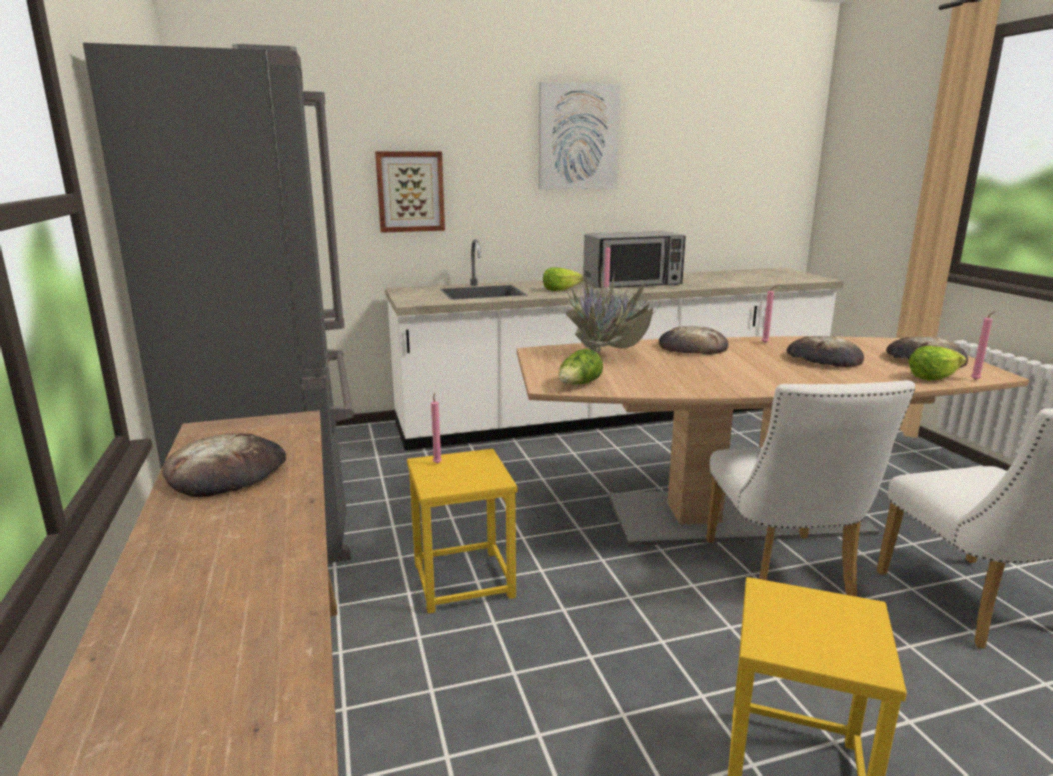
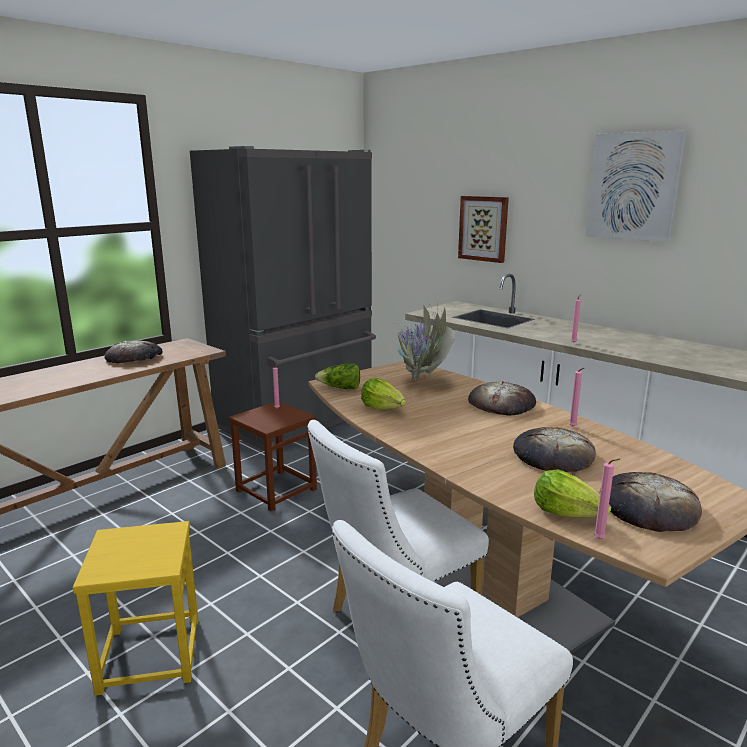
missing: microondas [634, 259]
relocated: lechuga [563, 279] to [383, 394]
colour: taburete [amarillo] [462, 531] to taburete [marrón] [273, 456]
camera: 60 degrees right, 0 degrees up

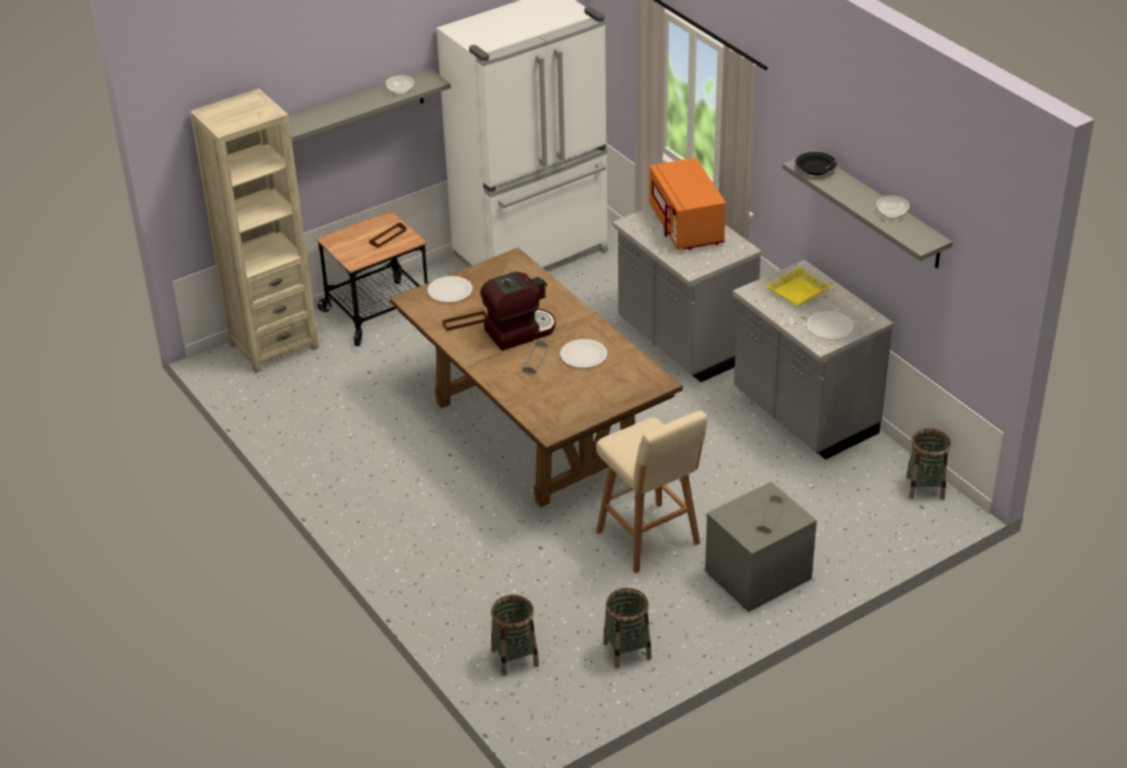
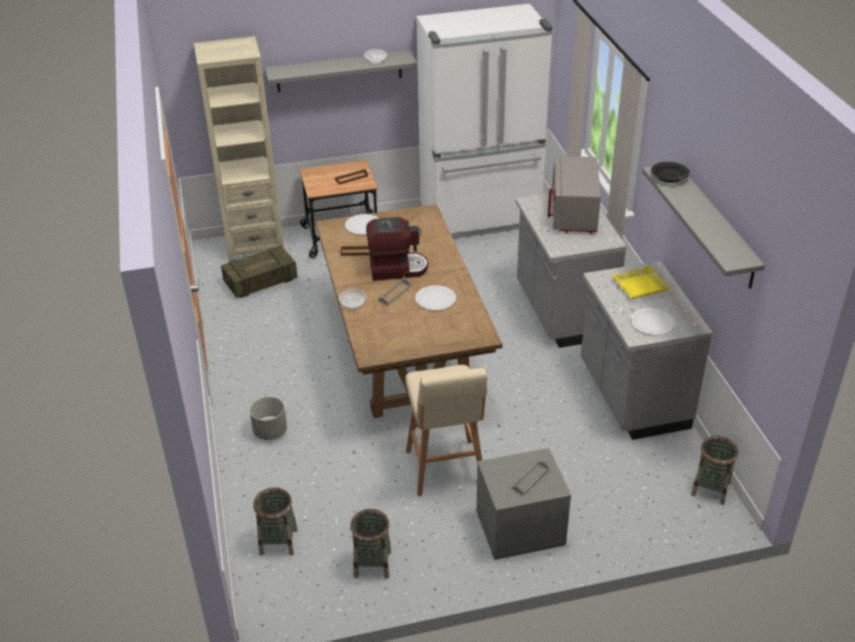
appeared: caja de embalaje [259, 272]; maceta [gris] [268, 418]
relocated: cuenco [893, 207] to [352, 299]
colour: microondas [naranja] [687, 204] to microondas [gris] [574, 195]
camera: 20 degrees right, 0 degrees up

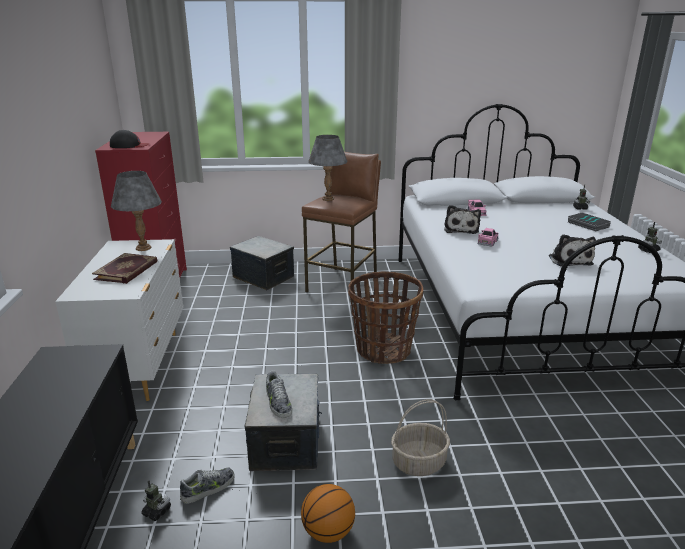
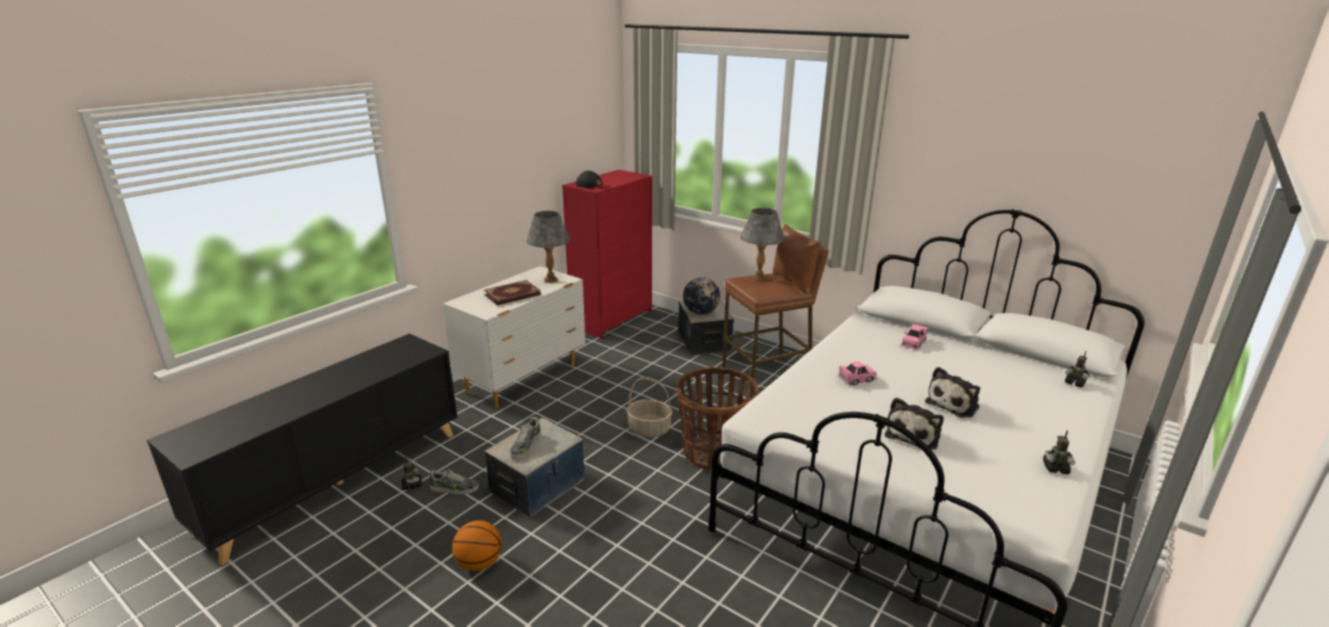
missing: libro [589, 222]
appeared: globo terráqueo [701, 296]
relocated: cesta [420, 437] to [649, 407]; peluche [462, 219] to [952, 392]
camera: 40 degrees right, 0 degrees up

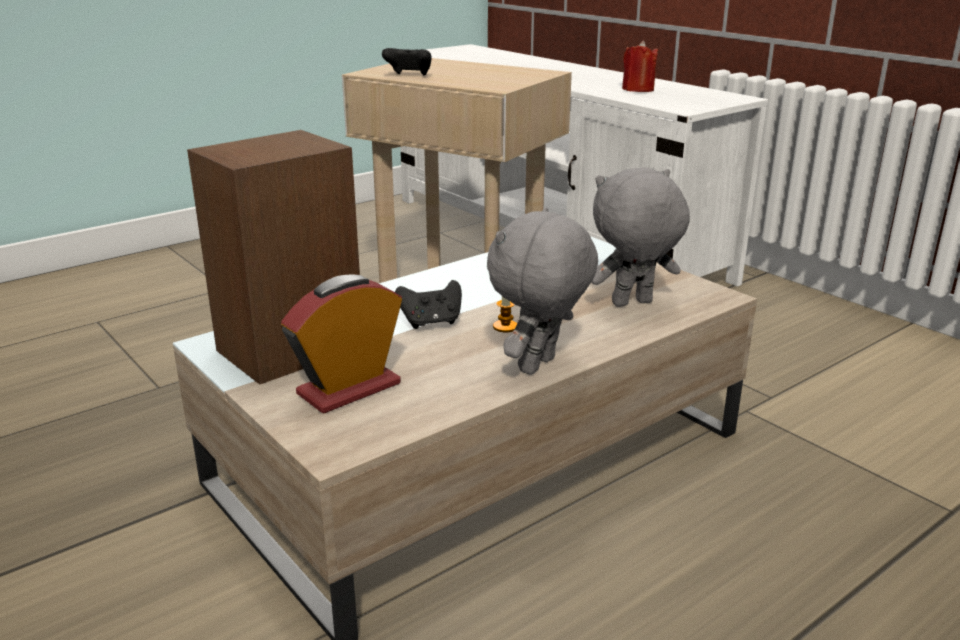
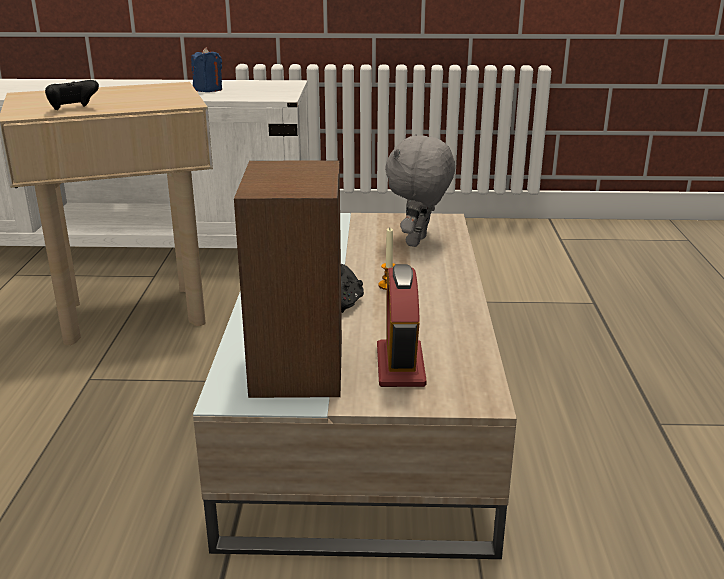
missing: peluche [gris] [542, 291]
colour: vela [rojo] [640, 66] to vela [azul] [206, 69]
camera: 50 degrees left, 0 degrees up

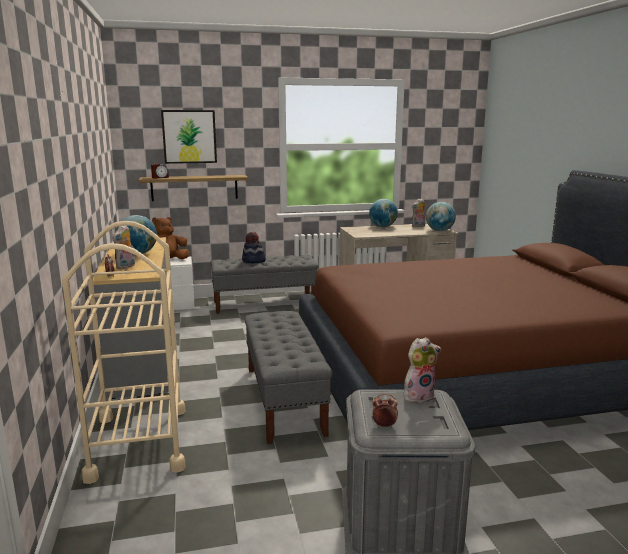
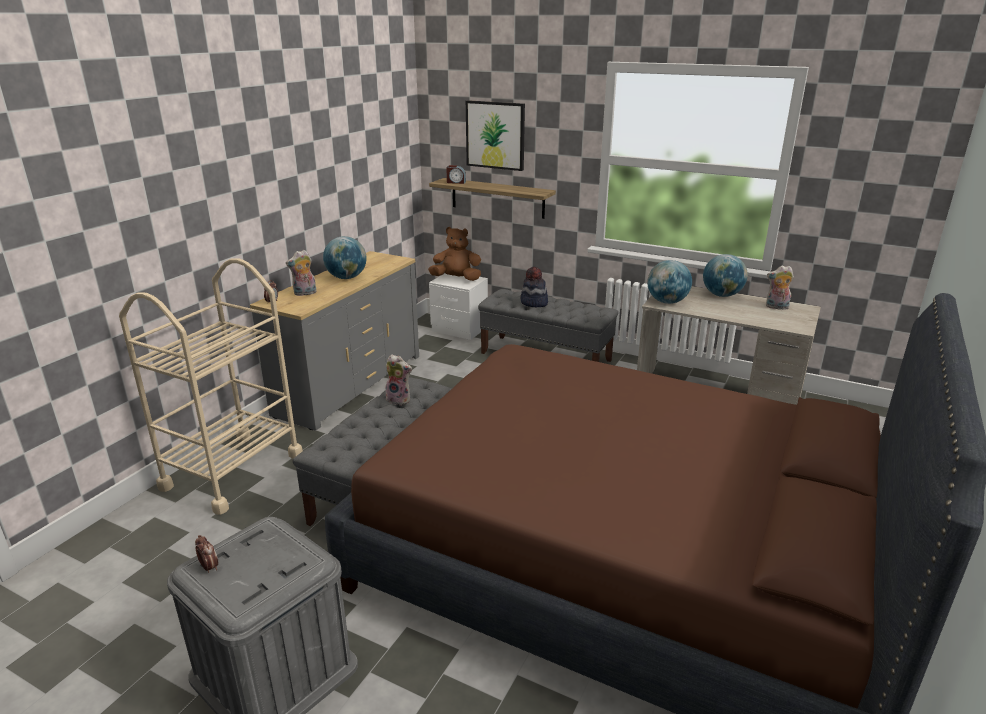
relocated: peluche [422, 370] to [399, 379]; globo terráqueo [441, 216] to [669, 282]
camera: 40 degrees right, 10 degrees up

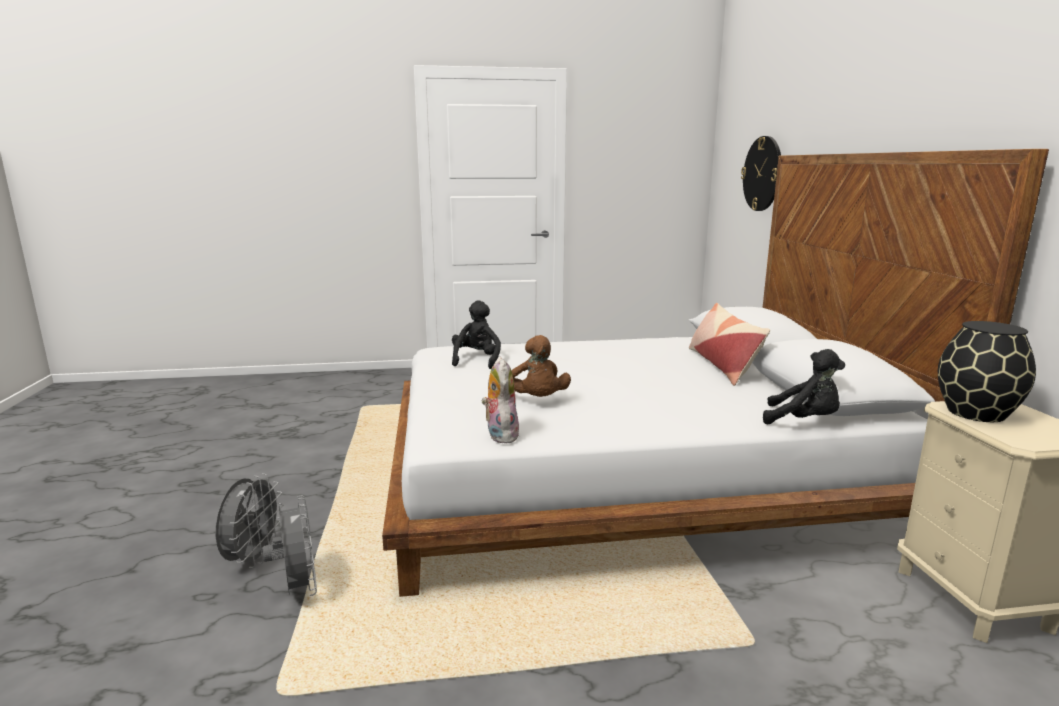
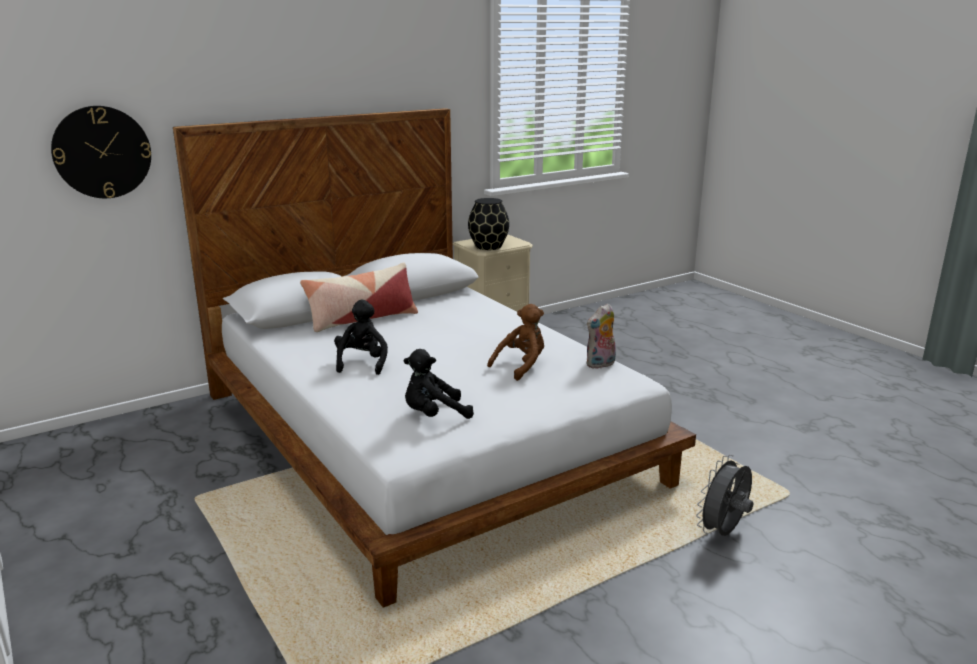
missing: ventilador [gris] [250, 521]
relocated: peluche [negro] [804, 386] to [361, 337]
camera: 115 degrees left, 5 degrees up

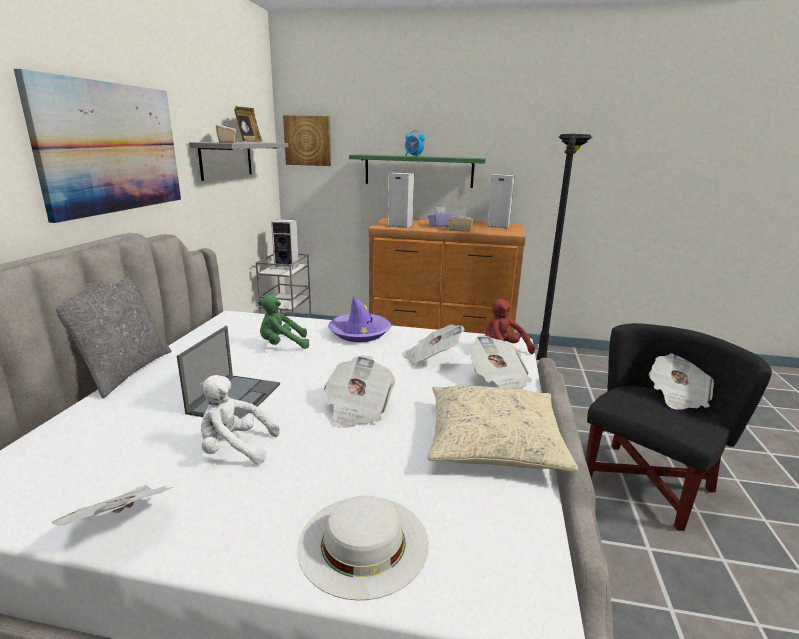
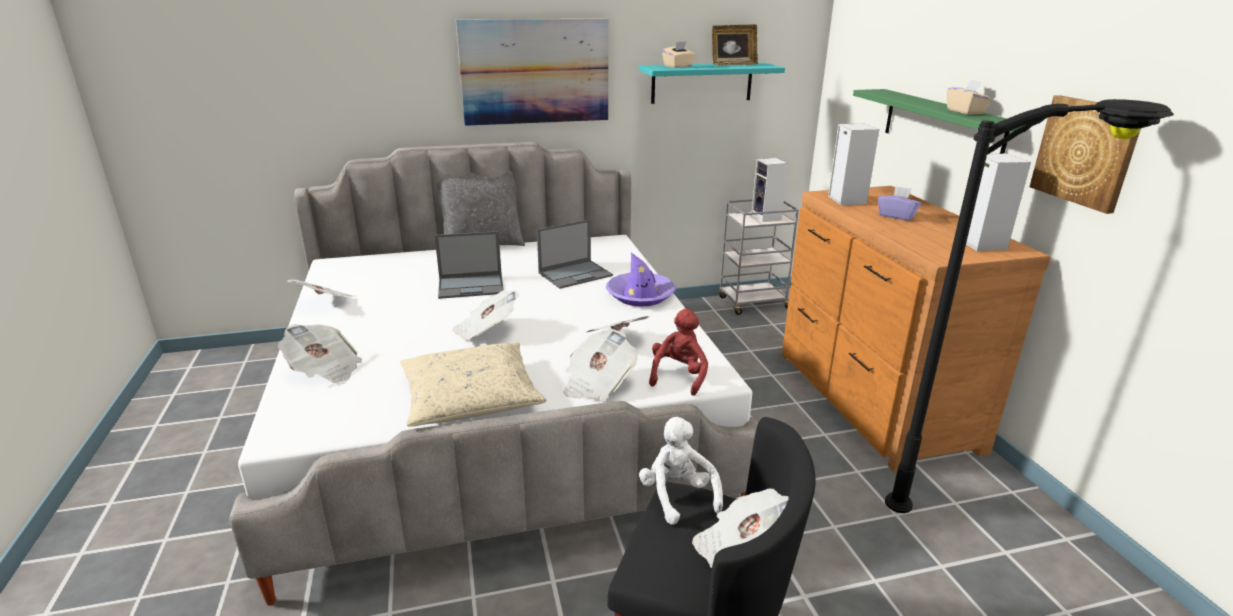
missing: despertador [415, 143]
relocated: peluche [blanco] [240, 419] to [681, 471]; cuadro [307, 140] to [1085, 154]; caja de pañuelos [beis] [460, 221] to [969, 97]
exchanged: peluche [verde] [283, 322] to portátil [575, 254]; sombrero [blanco] [363, 548] to periódico [320, 354]
colour: estante [gris] [238, 161] to estante [turquesa] [712, 83]
camera: 65 degrees right, 5 degrees up

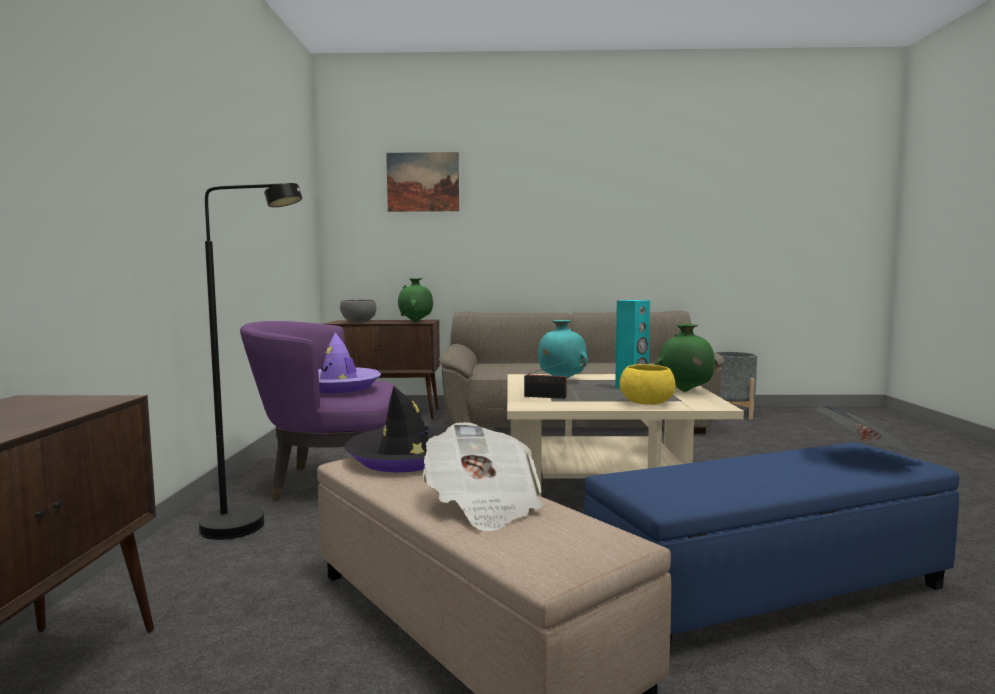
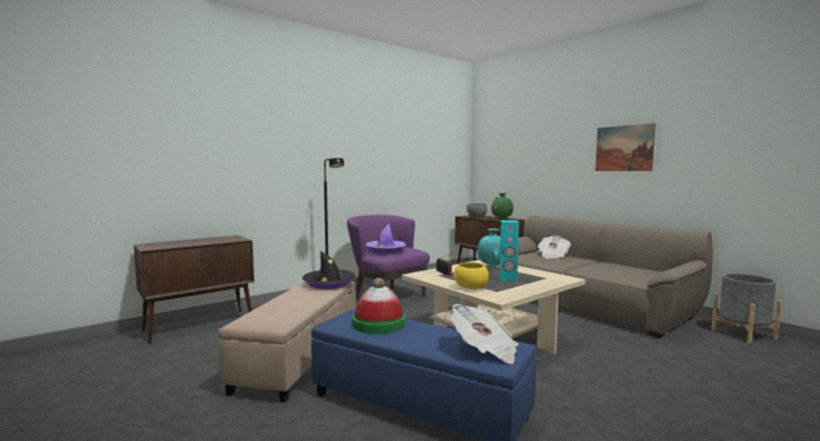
missing: florero [verde] [686, 358]
appeared: sombrero [379, 306]
relocated: cuadro [422, 182] to [625, 147]; periódico [482, 477] to [554, 247]
camera: 50 degrees right, 0 degrees up

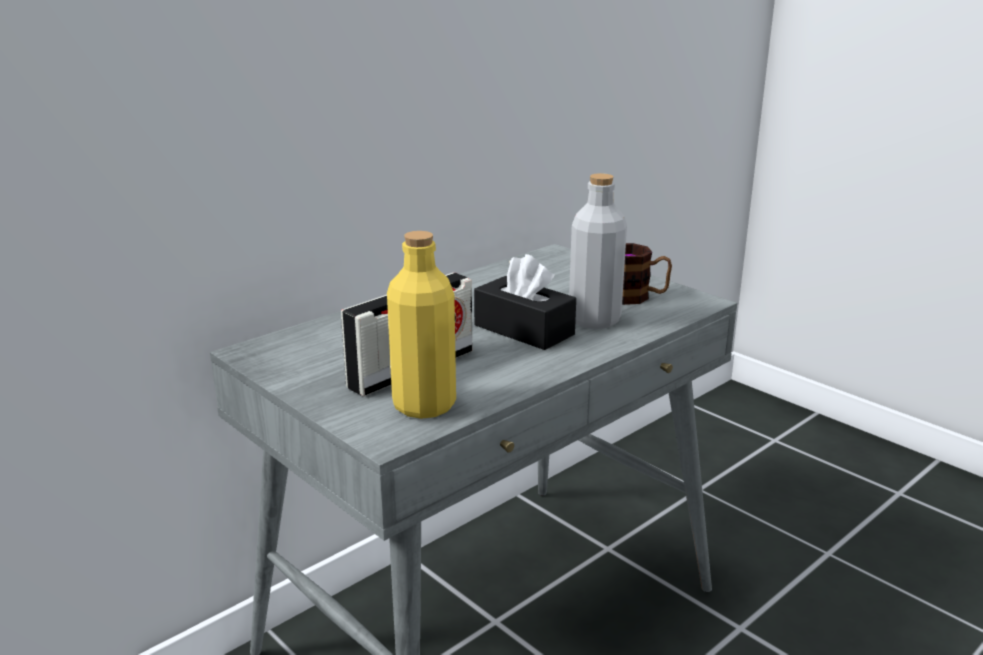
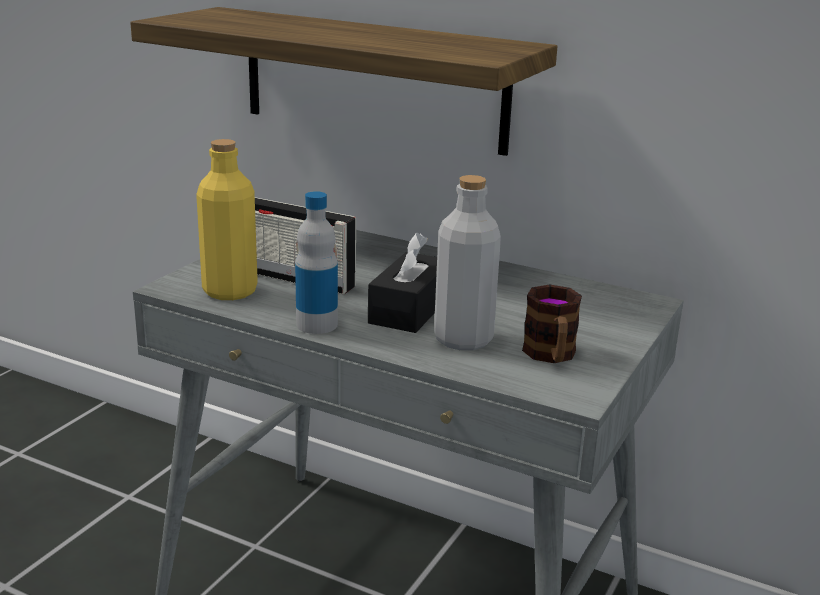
appeared: estante [344, 81]; botella [316, 262]
camera: 70 degrees right, 0 degrees up

